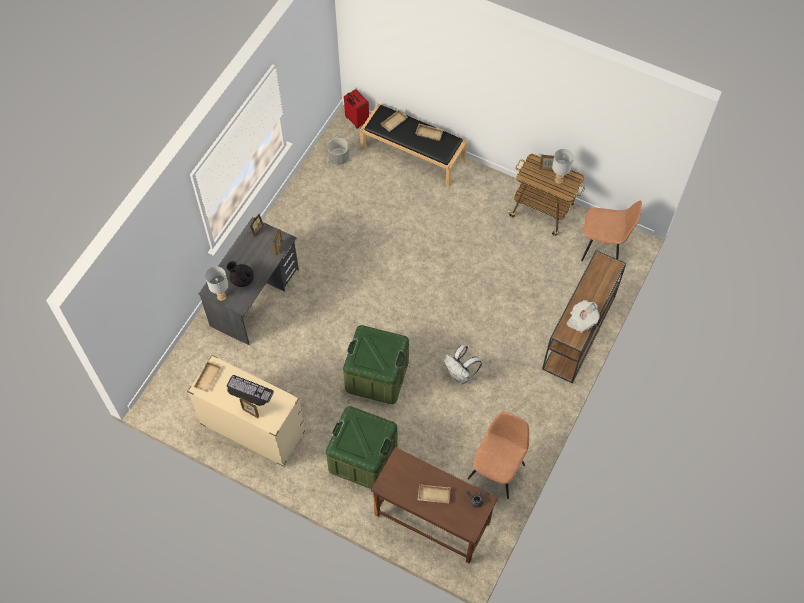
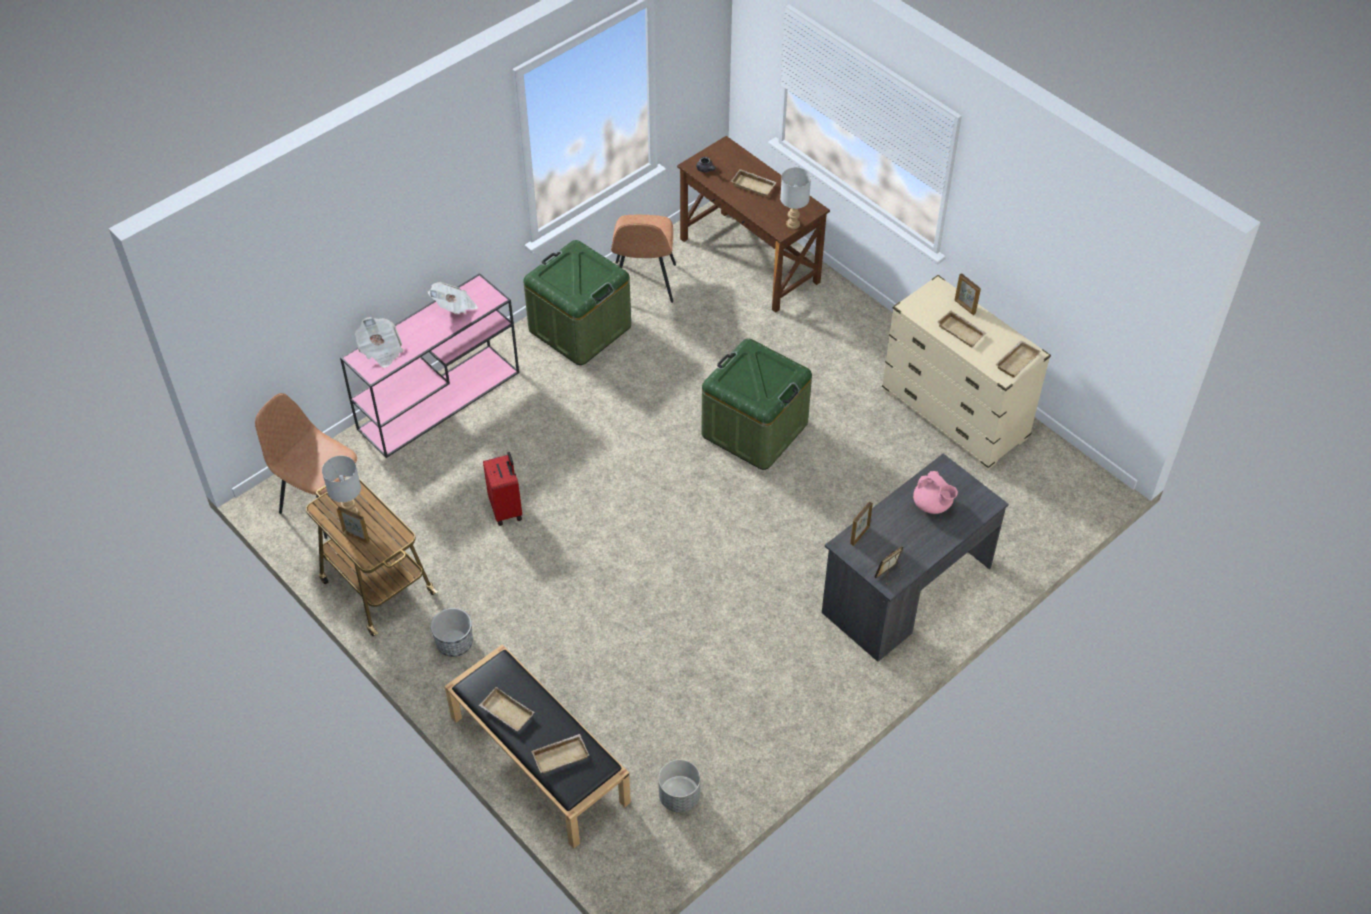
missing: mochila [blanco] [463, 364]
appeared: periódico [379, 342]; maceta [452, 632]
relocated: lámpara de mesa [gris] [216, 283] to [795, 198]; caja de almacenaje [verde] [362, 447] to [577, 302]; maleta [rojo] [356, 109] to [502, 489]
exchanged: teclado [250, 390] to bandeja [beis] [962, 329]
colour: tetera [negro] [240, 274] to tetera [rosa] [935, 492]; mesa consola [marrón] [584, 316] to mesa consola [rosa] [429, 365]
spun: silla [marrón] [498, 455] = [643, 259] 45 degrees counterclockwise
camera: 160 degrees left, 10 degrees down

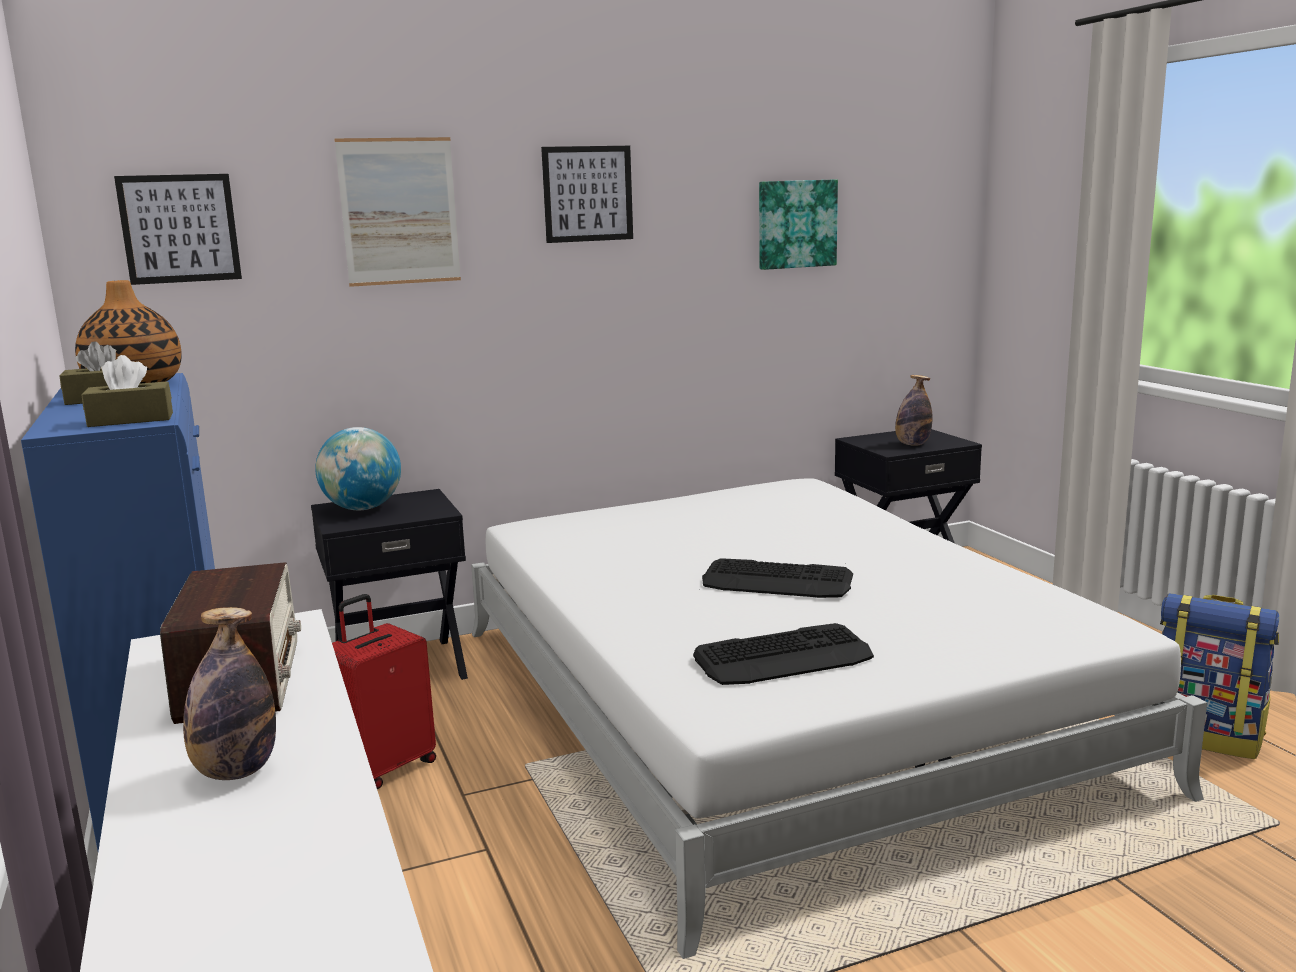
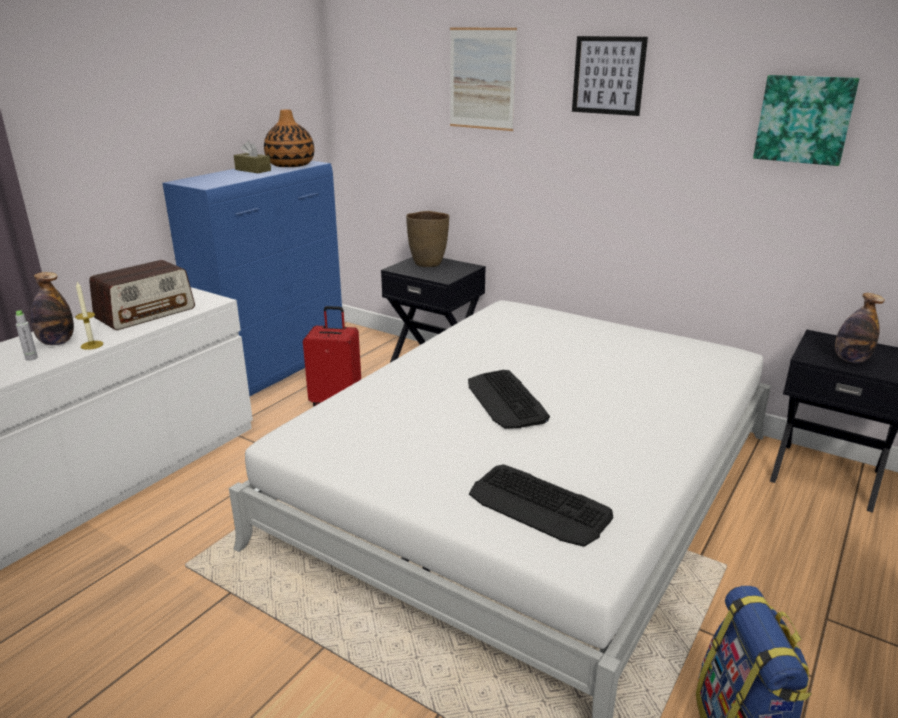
missing: caja de pañuelos [marrón] [127, 391]; cuadro [178, 229]
appeared: botella [gris] [26, 335]; vela [89, 316]
relocated: teclado [783, 654] to [541, 505]
exchanged: globo terráqueo [358, 468] to florero [marrón] [427, 239]
camera: 55 degrees right, 10 degrees up

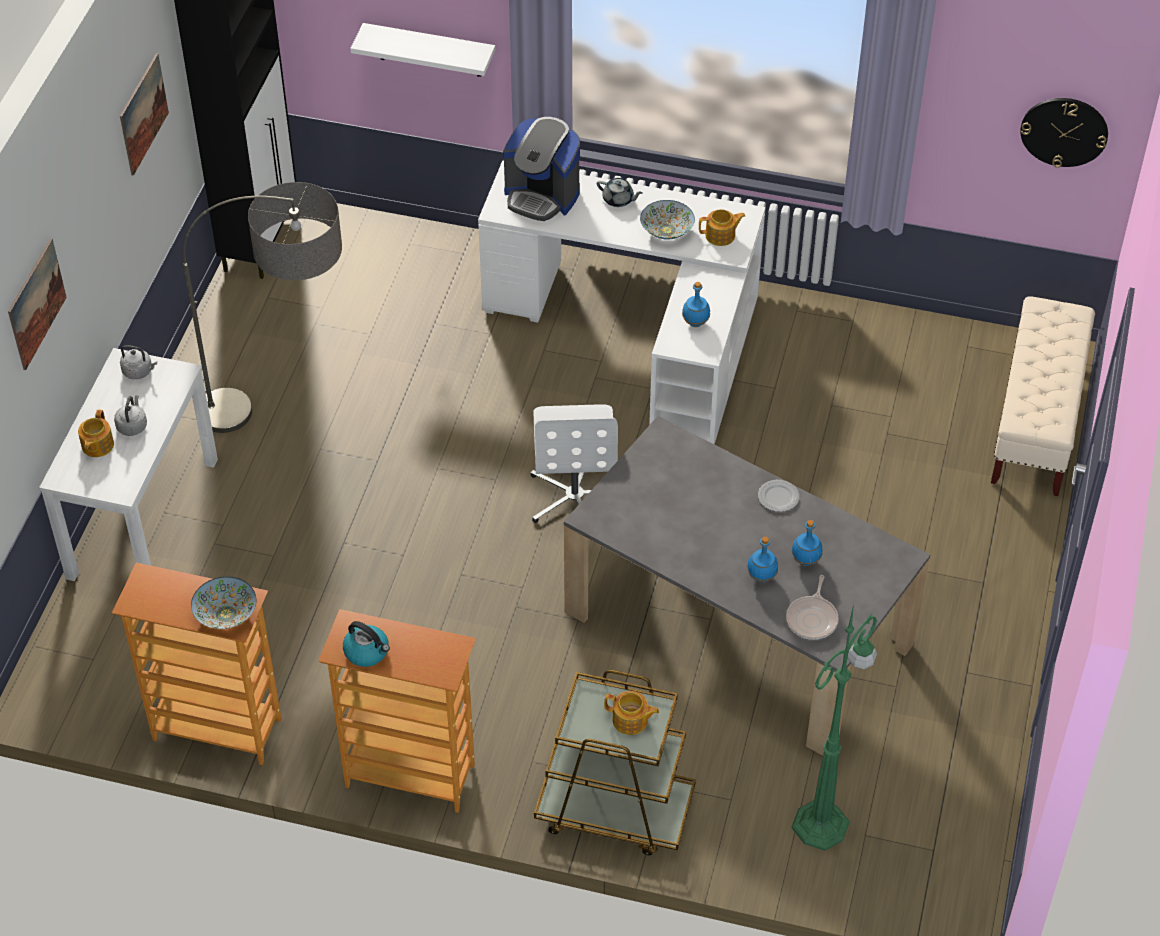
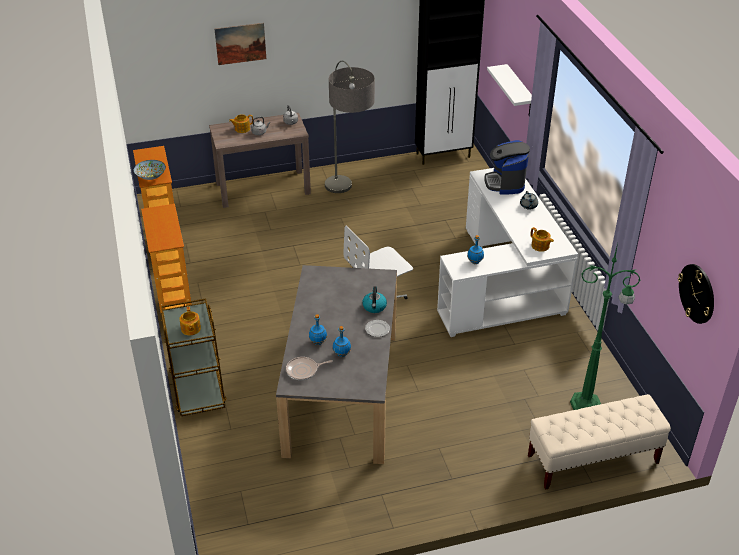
missing: cuadro [144, 114]; cuenco [667, 219]
relocated: hervidor [366, 644] to [374, 299]; lámpara de pie [verde] [834, 727] to [605, 326]
colour: mesa consola [blanco] [128, 464] to mesa consola [marrón] [260, 160]
camera: 60 degrees right, 10 degrees down

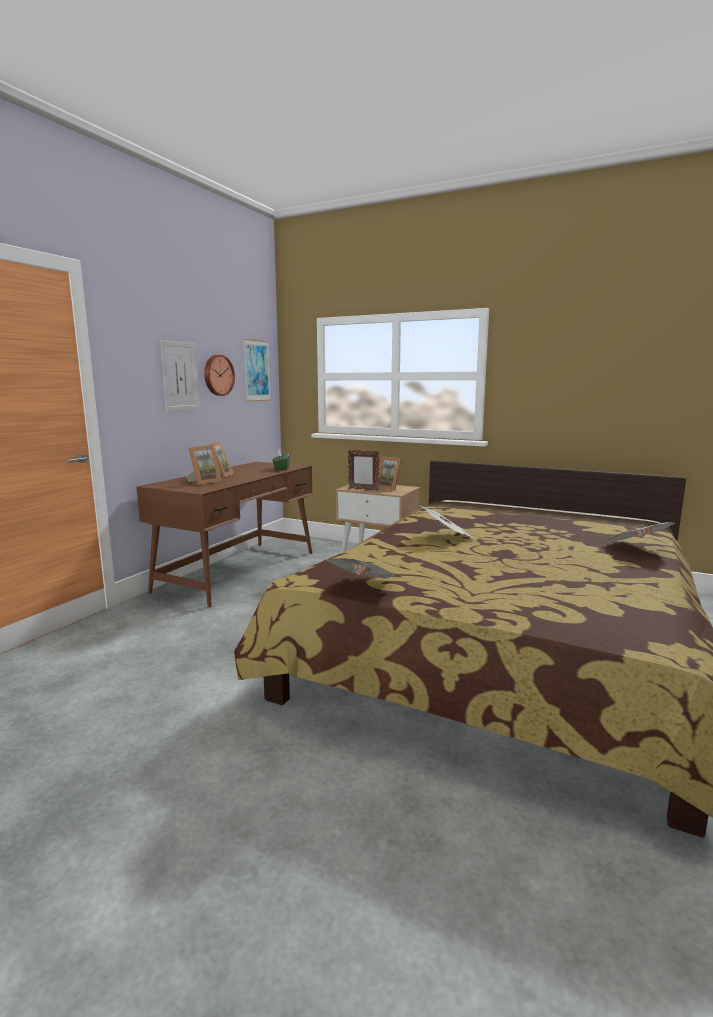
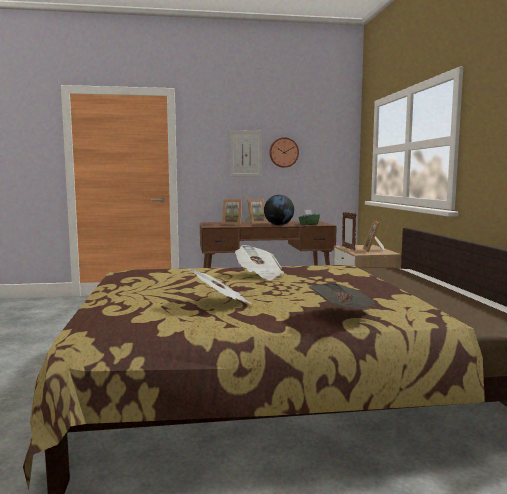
missing: cuadro [257, 370]
appeared: globo terráqueo [279, 210]
relocated: periódico [360, 568] to [220, 286]
camera: 55 degrees right, 5 degrees down

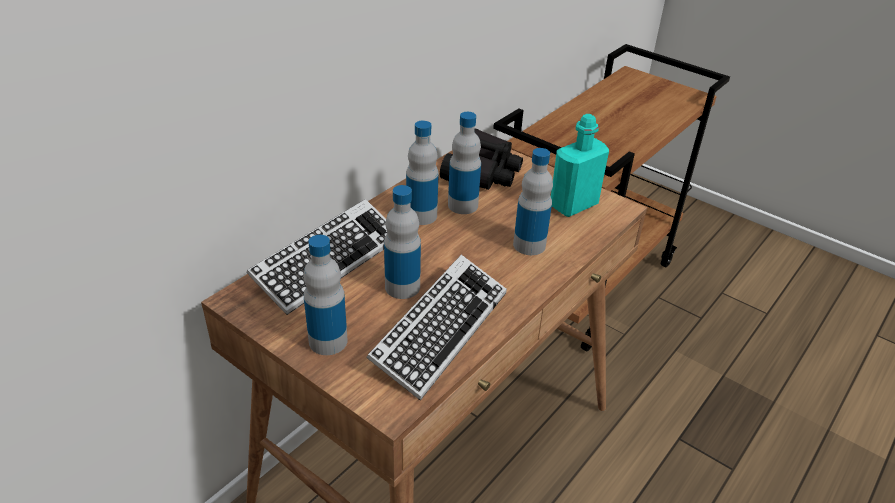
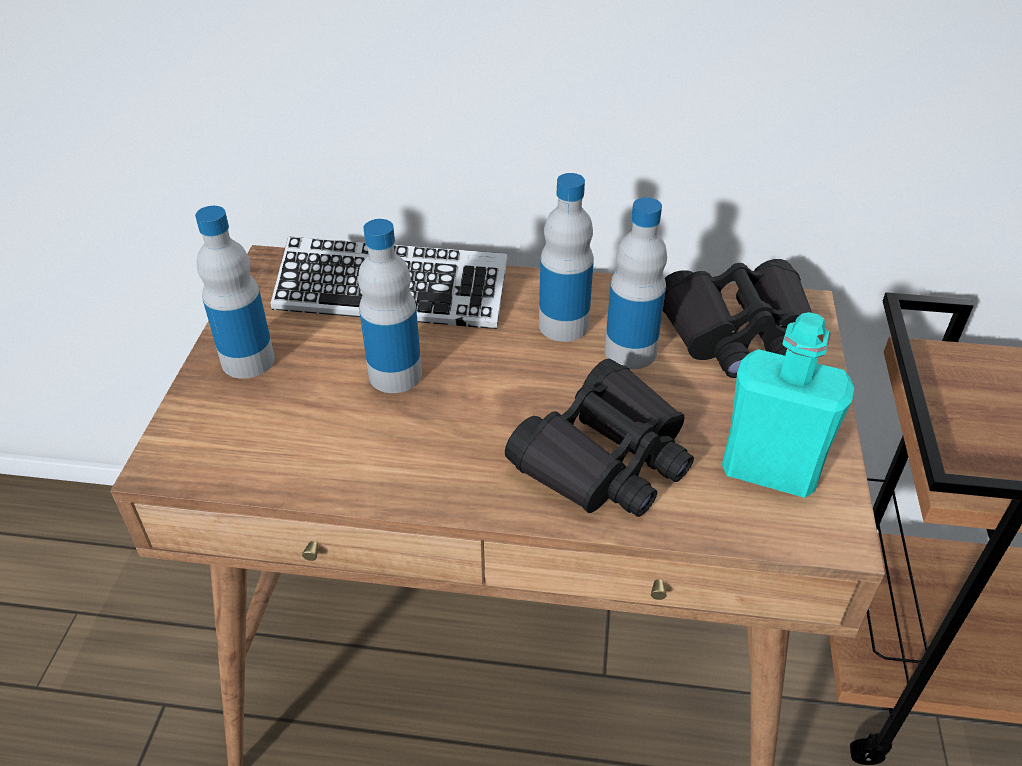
missing: teclado [436, 328]
exchanged: botella [533, 201] to prismáticos [negro] [599, 437]
camera: 60 degrees right, 5 degrees up

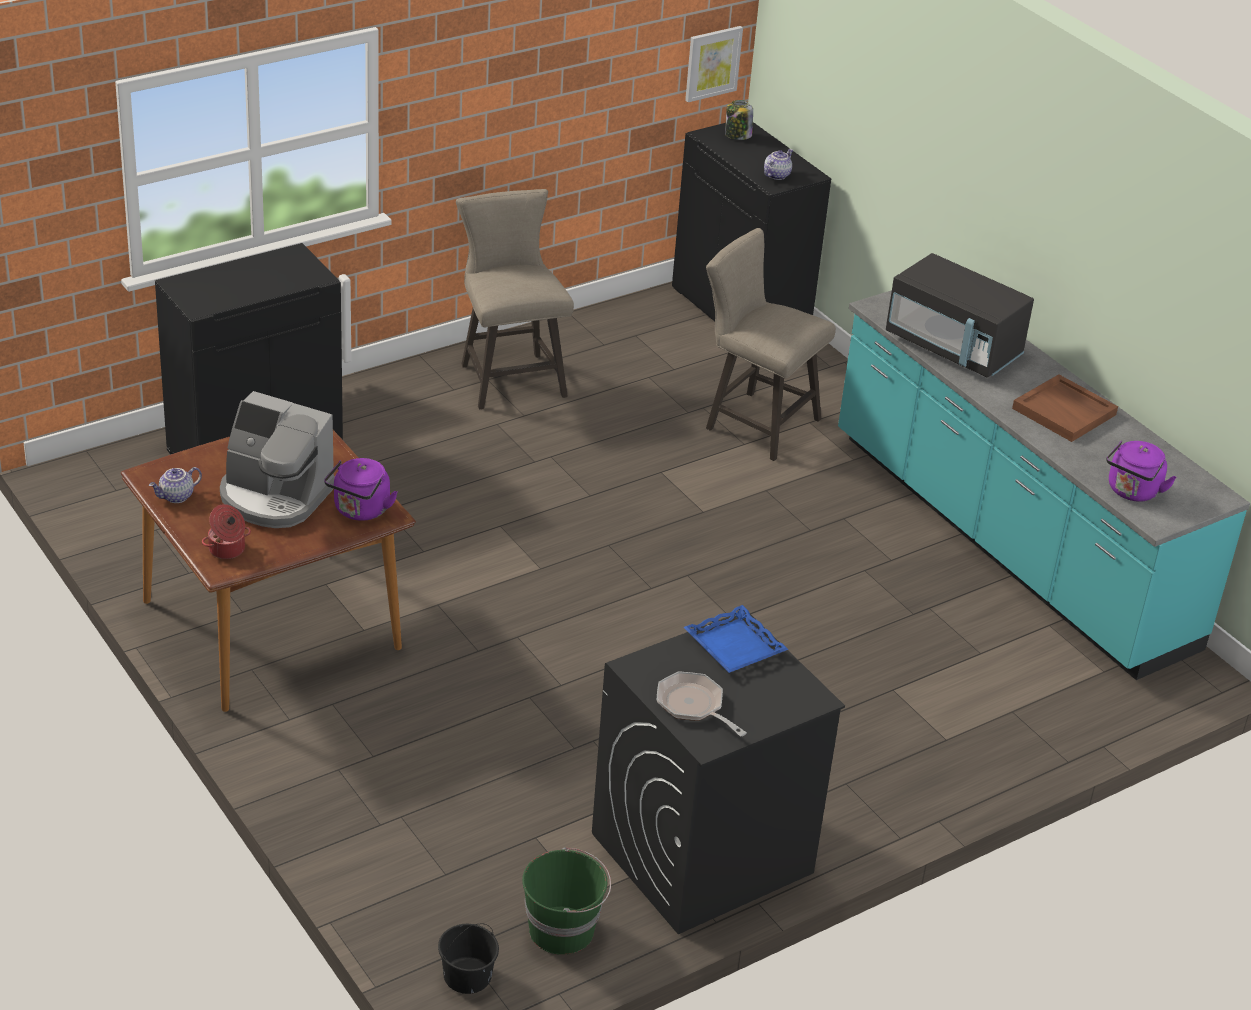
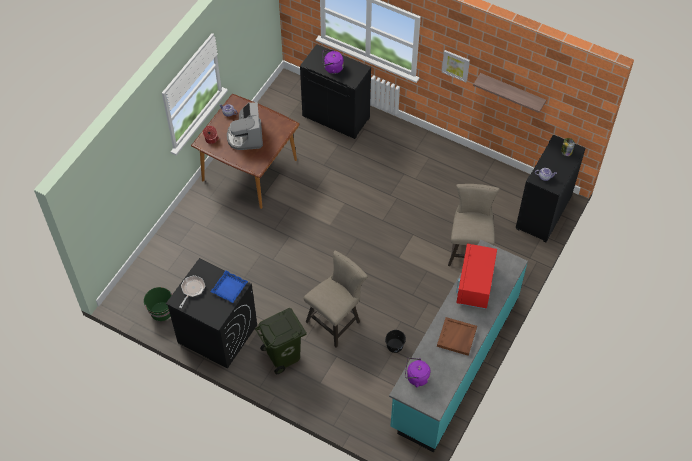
appeared: papelera [verde] [281, 341]; estante [509, 93]
relocated: hervidor [morado] [361, 489] to [333, 61]; cubo [negro] [468, 958] to [395, 341]; taburete [beis] [515, 299] to [336, 299]; cuadro [714, 64] to [456, 66]
colour: microondas [negro] [960, 315] to microondas [rojo] [476, 276]
camera: 65 degrees right, 20 degrees up

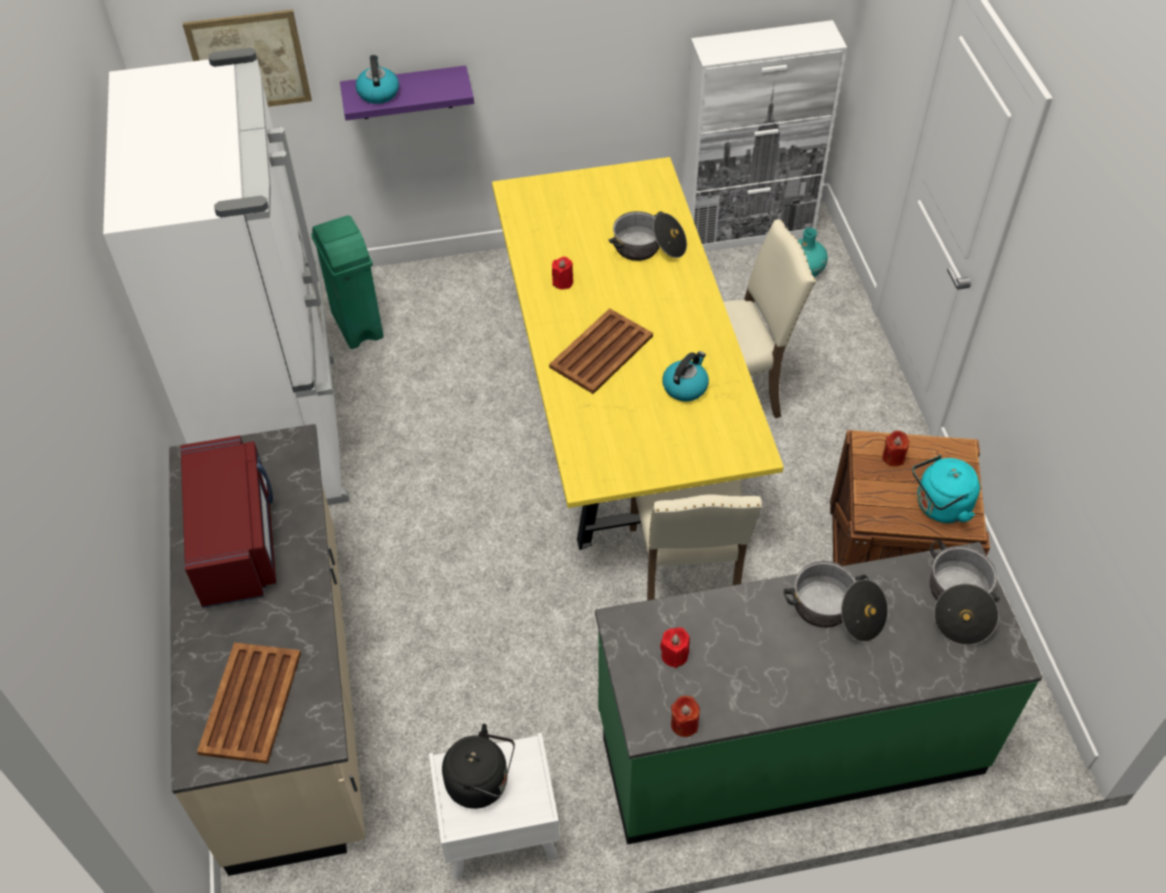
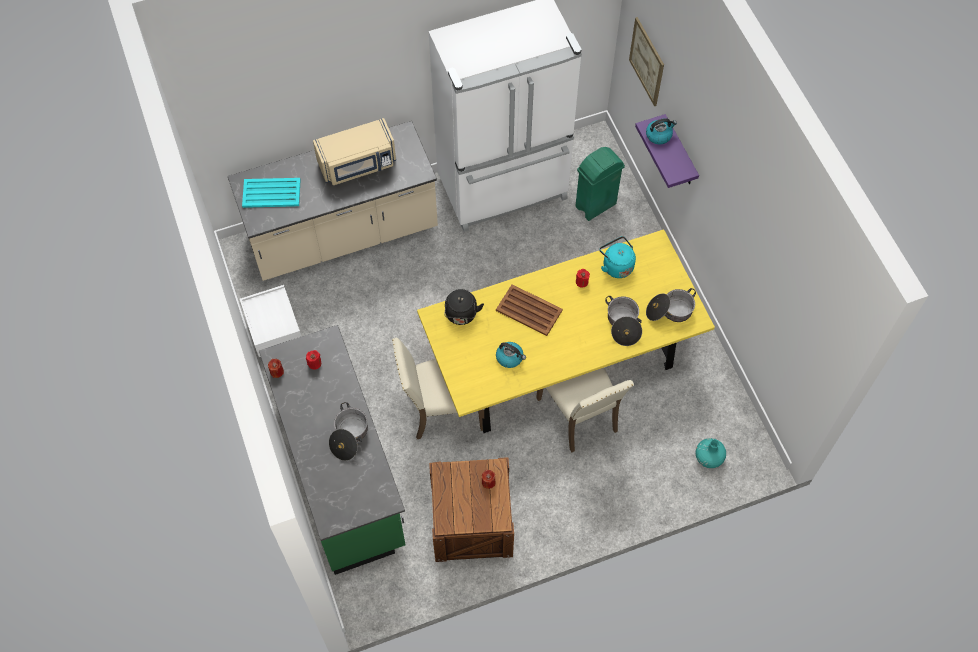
missing: armario [blanco] [764, 136]
relocated: hervidor [negro] [478, 766] to [464, 307]; hervidor [turquesa] [946, 489] to [617, 257]; olla [965, 592] to [671, 305]
colour: microondas [rojo] [228, 521] to microondas [beis] [354, 151]; bandeja [marrón] [249, 703] to bandeja [turquesa] [271, 193]
camera: 80 degrees right, 10 degrees up

